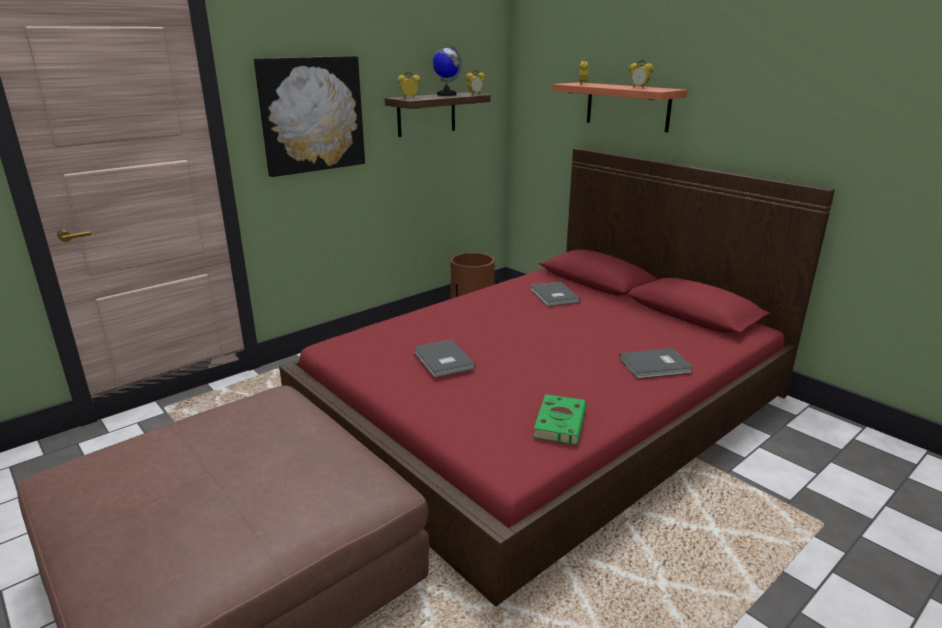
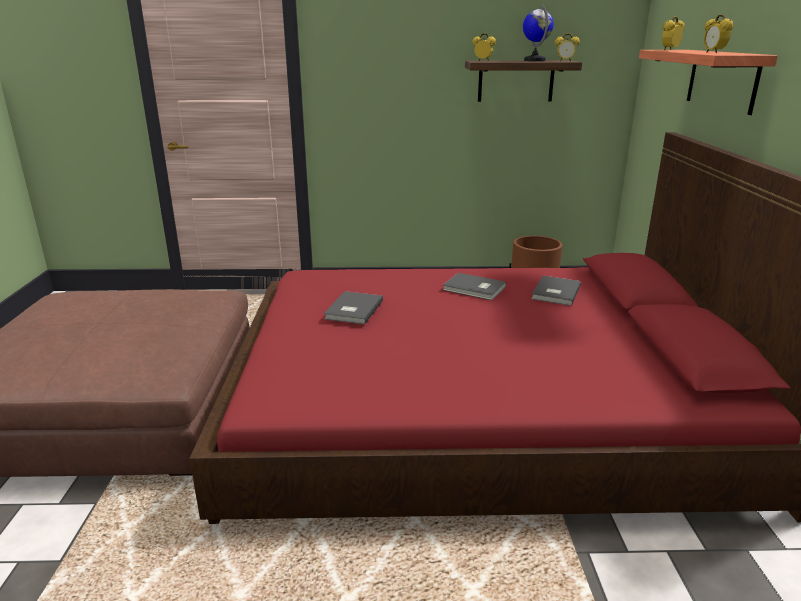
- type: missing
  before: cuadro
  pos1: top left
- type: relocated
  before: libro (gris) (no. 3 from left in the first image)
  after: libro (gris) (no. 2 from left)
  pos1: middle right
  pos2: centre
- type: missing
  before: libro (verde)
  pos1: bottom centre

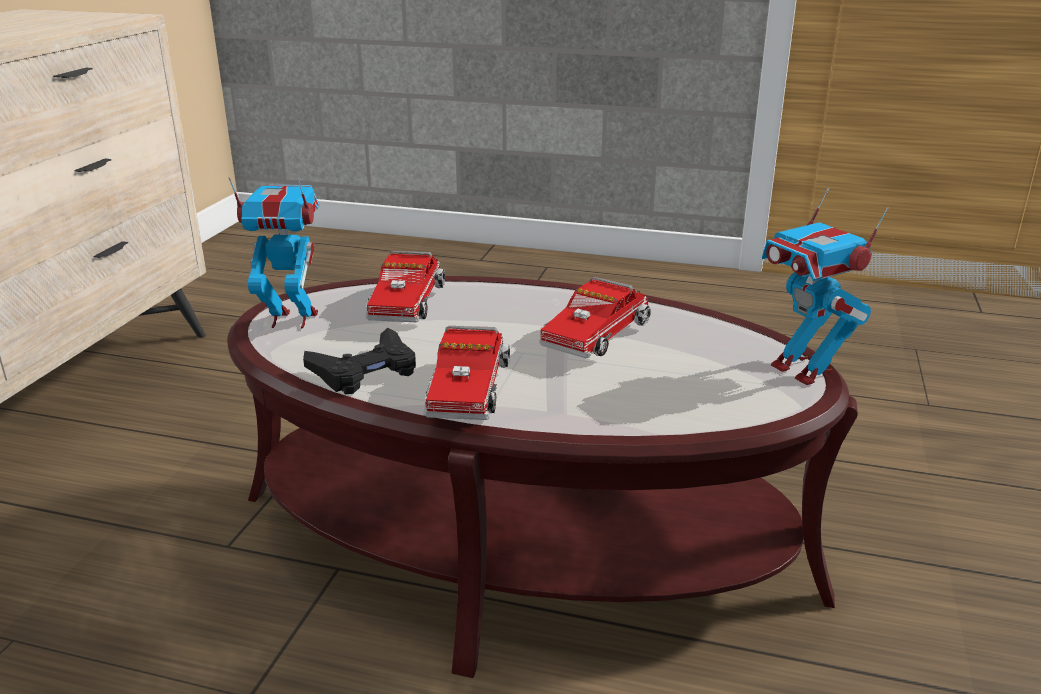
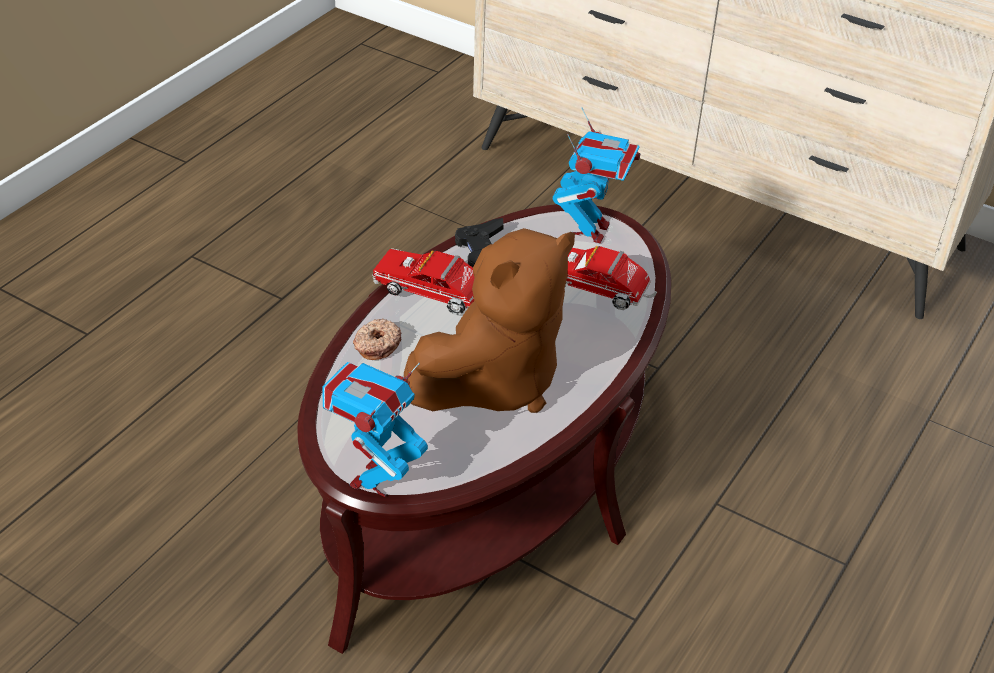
- type: spun
  before: robot de juguete (no. 2 from left in the first image)
  pos1: middle right
  pos2: centre
  turn: -45
- type: exchanged
  before: camión de juguete (no. 3 from left)
  after: peluche (marrón)
  pos1: centre
  pos2: centre
- type: appeared
  after: rosquilla
  pos2: centre

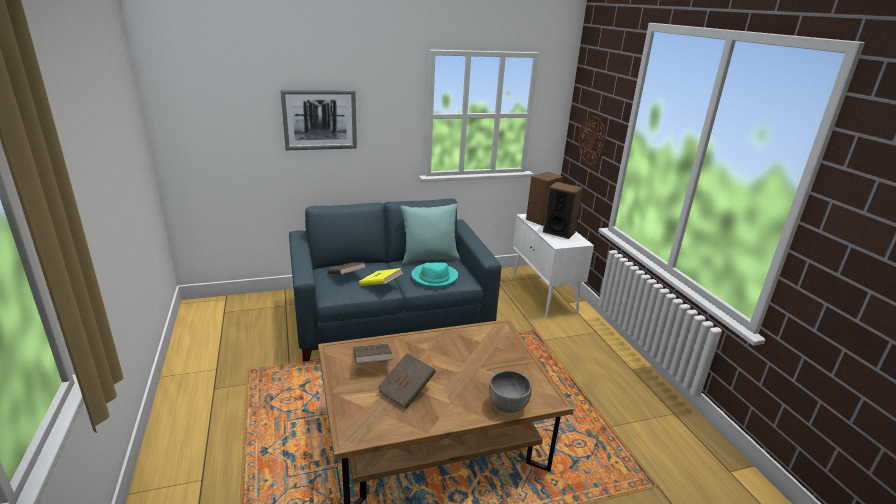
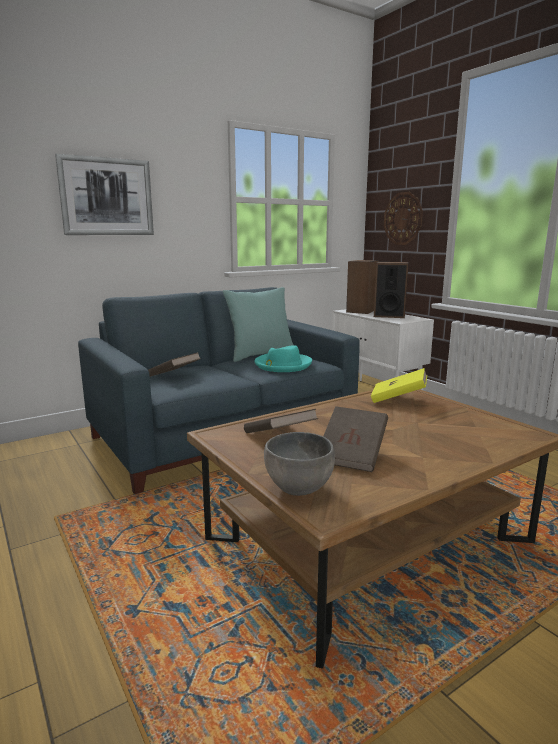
- type: relocated
  before: libro (amarillo)
  pos1: centre
  pos2: middle right
- type: relocated
  before: cuenco (gris)
  pos1: bottom centre
  pos2: centre

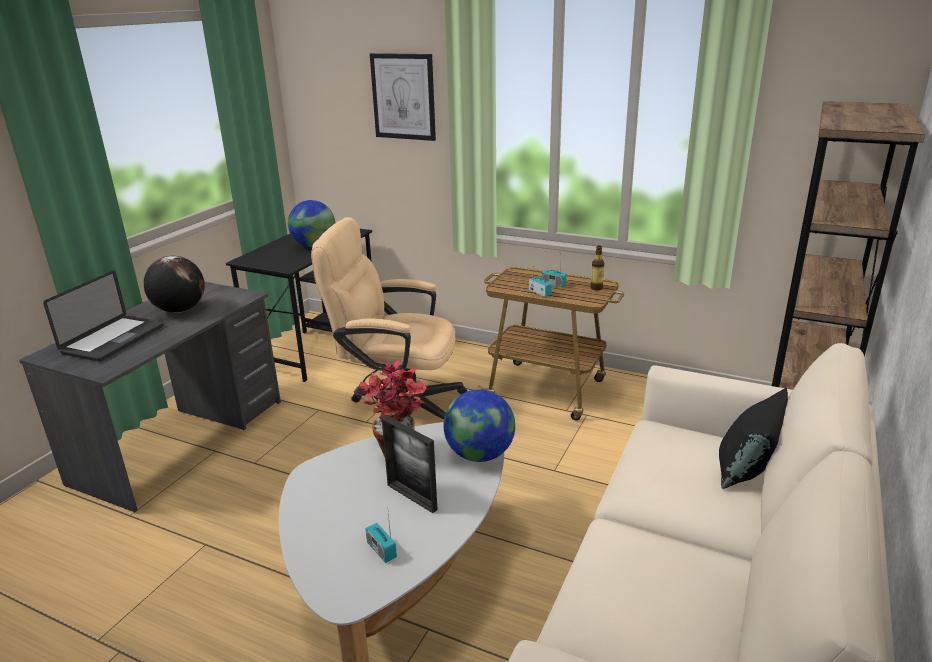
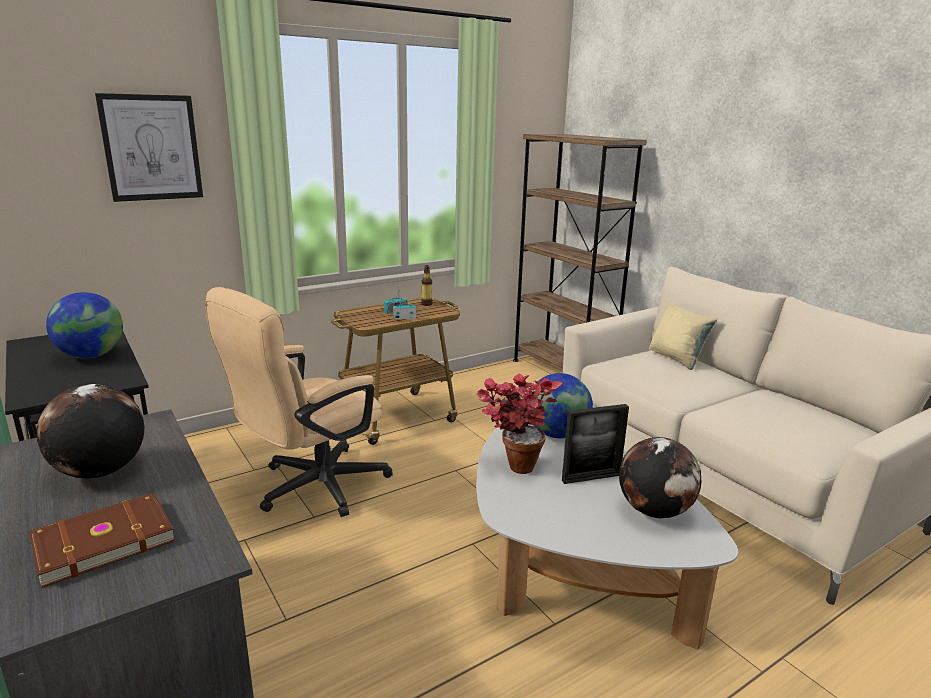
- type: exchanged
  before: portátil
  after: libro (marrón)
  pos1: middle left
  pos2: bottom left
- type: colour
  before: cojín (negro)
  after: cojín (beis)
  pos1: middle right
  pos2: middle right
- type: exchanged
  before: radio (no. 1 from left)
  after: globo terráqueo (no. 4 from left)
  pos1: bottom centre
  pos2: bottom right

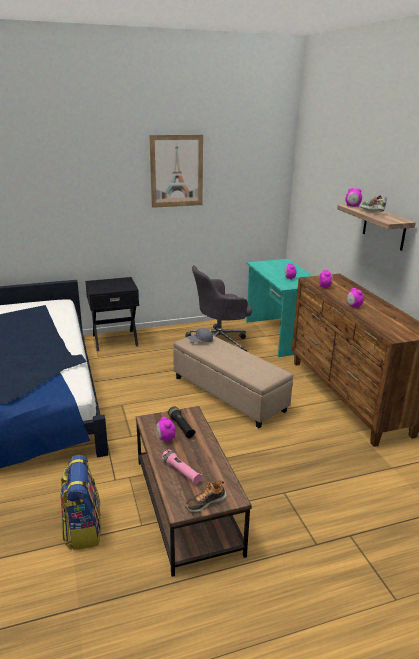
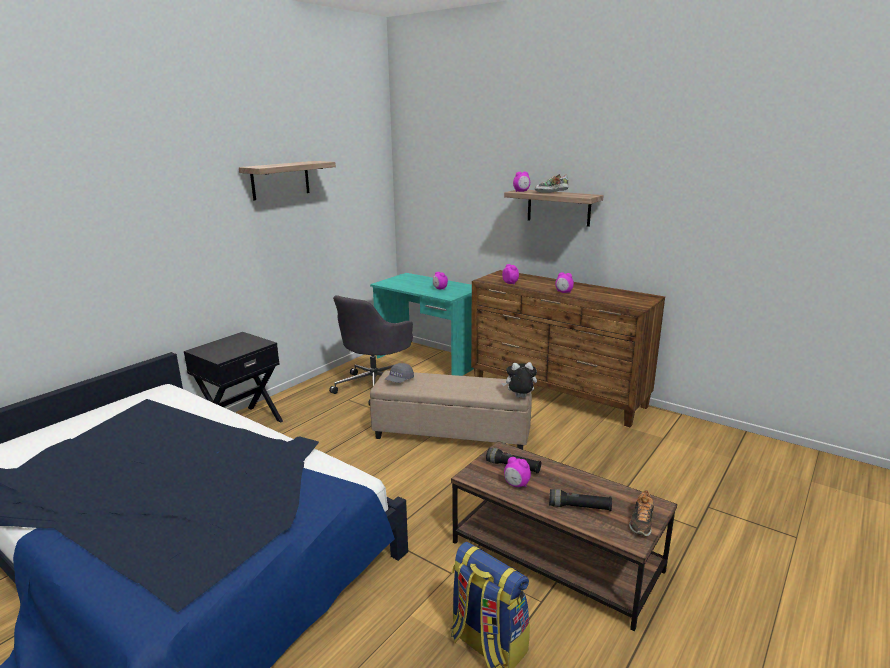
- type: exchanged
  before: cuadro
  after: estante (no. 1 from left)
  pos1: top centre
  pos2: top left
- type: colour
  before: linterna (rosa)
  after: linterna (negro) (no. 2 from left)
  pos1: bottom centre
  pos2: bottom centre
- type: appeared
  after: peluche
  pos2: centre

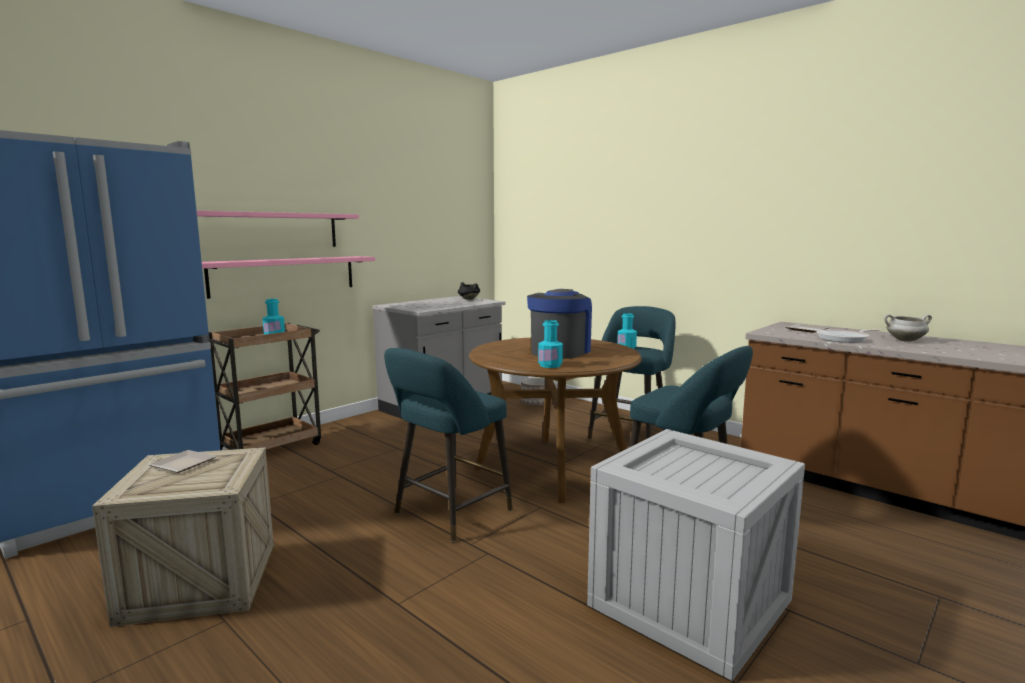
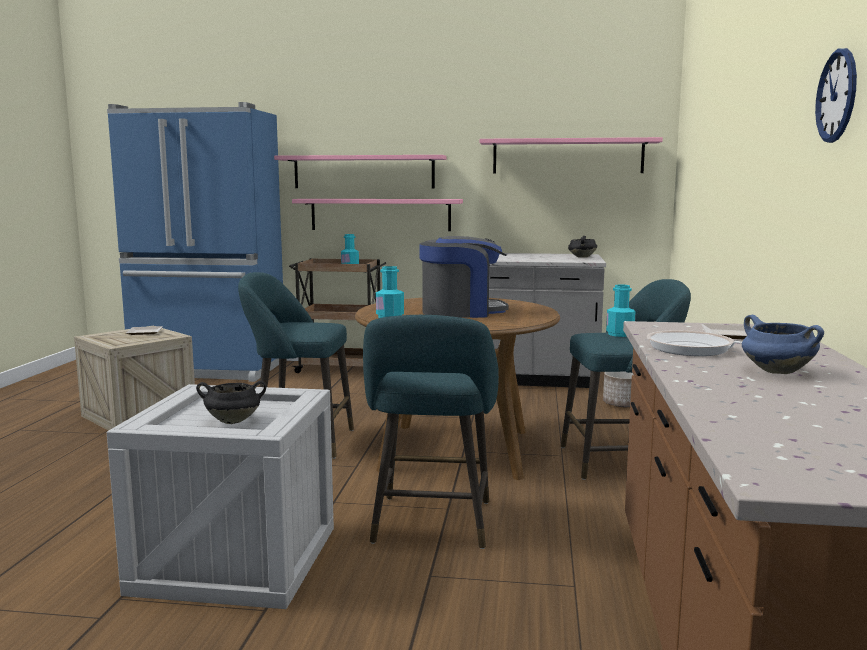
- type: colour
  before: olla (blanco)
  after: olla (azul)
  pos1: middle right
  pos2: middle right
- type: appeared
  after: reloj de pared
  pos2: top right
- type: appeared
  after: estante (rosa) (no. 3 from left)
  pos2: top centre
- type: appeared
  after: olla (negro) (no. 1 from left)
  pos2: middle left

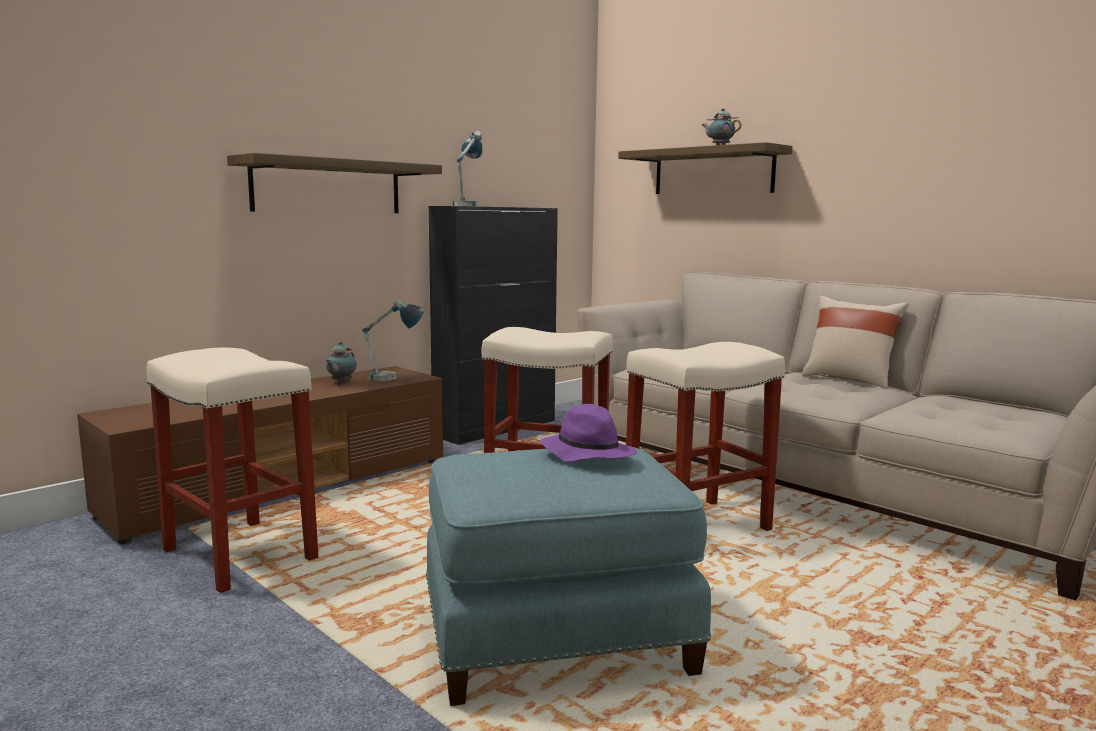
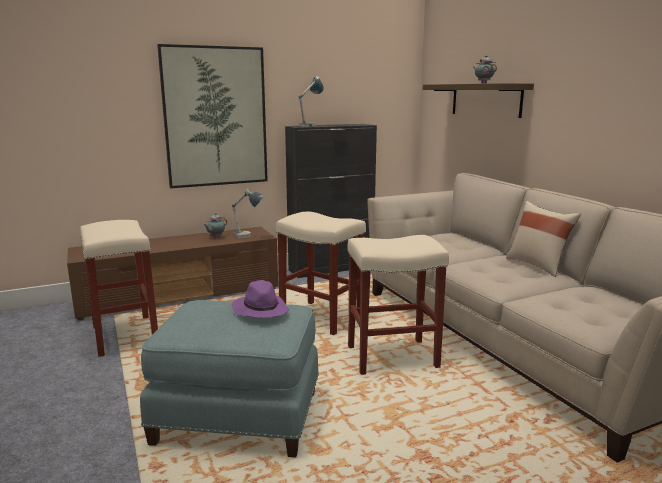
- type: exchanged
  before: estante (no. 1 from left)
  after: cuadro
  pos1: top left
  pos2: top left

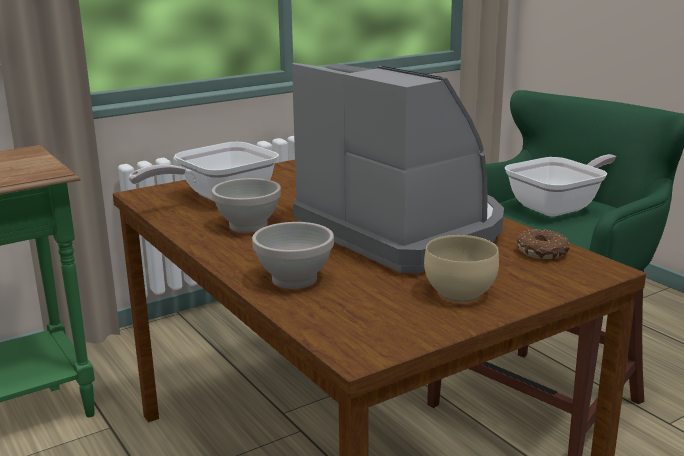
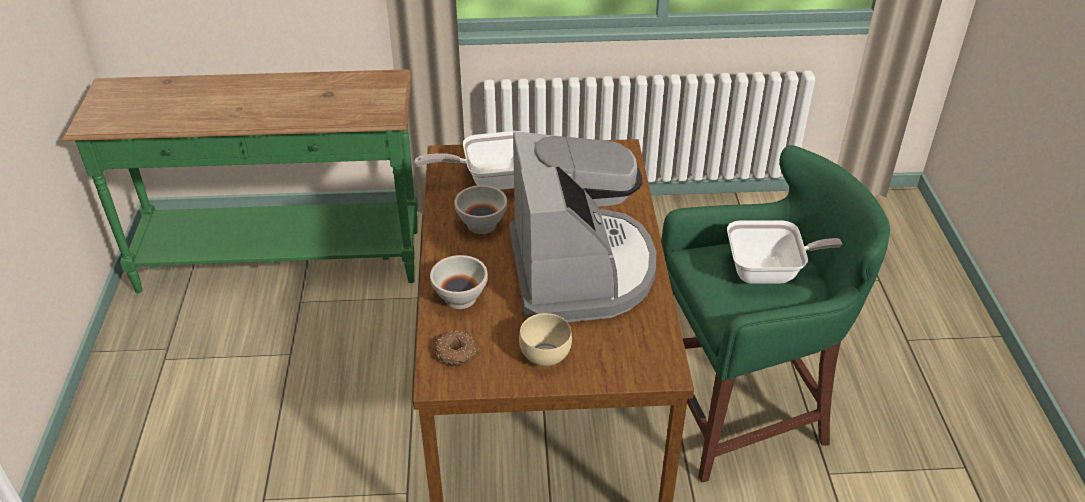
- type: relocated
  before: rosquilla
  pos1: middle right
  pos2: bottom centre

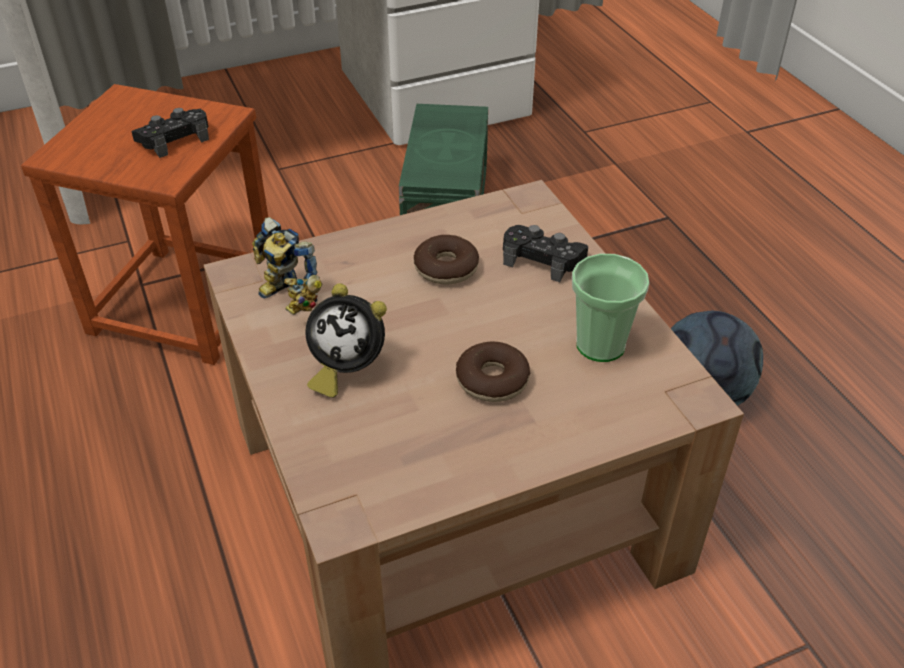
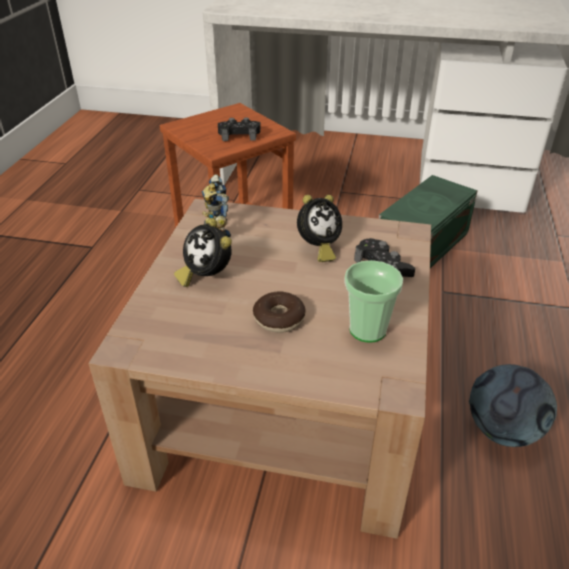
- type: exchanged
  before: rosquilla (no. 1 from left)
  after: despertador (no. 2 from left)
  pos1: centre
  pos2: centre

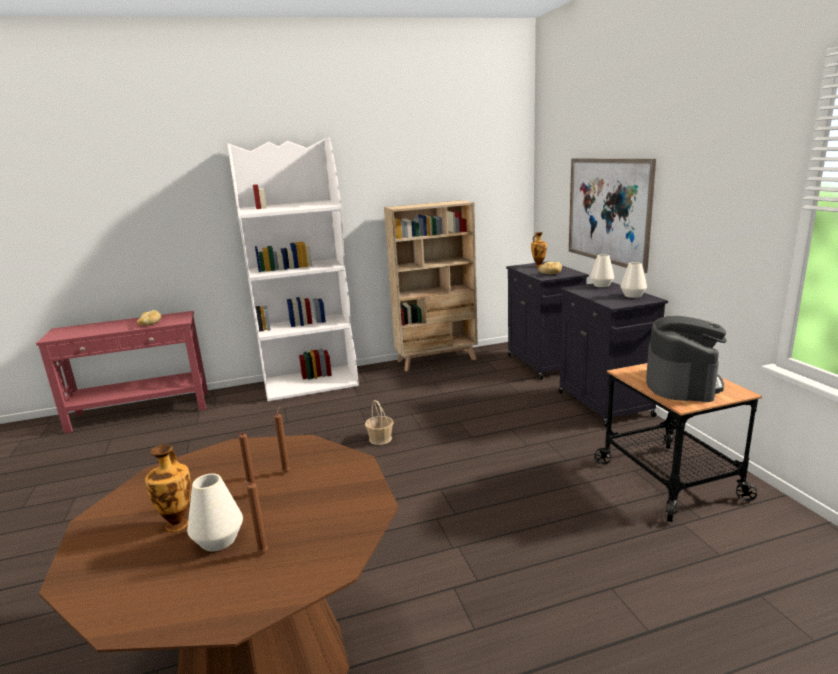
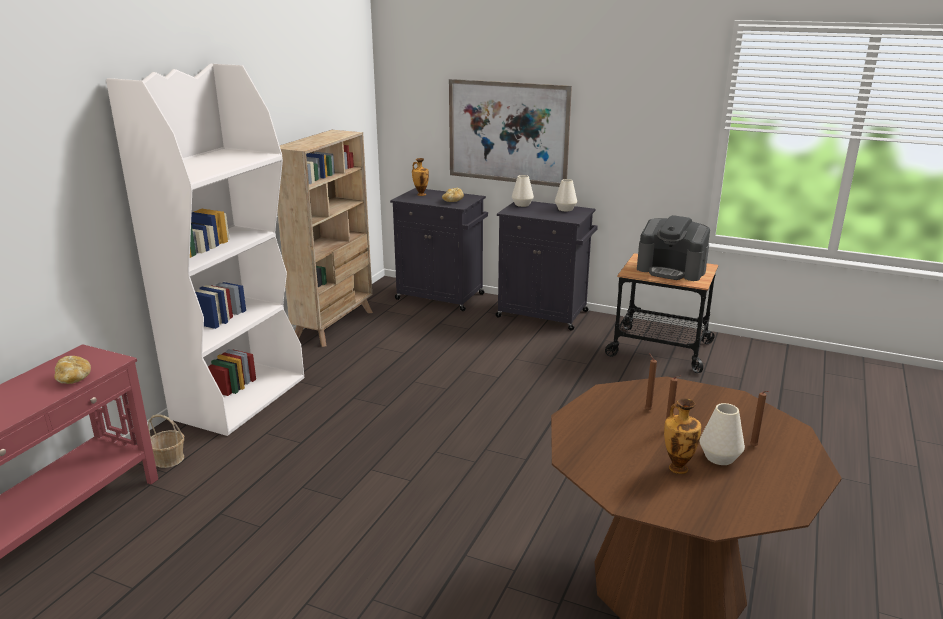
- type: spun
  before: cafetera
  pos1: middle right
  pos2: middle right
  turn: 150
- type: relocated
  before: cesta
  pos1: centre
  pos2: bottom left

